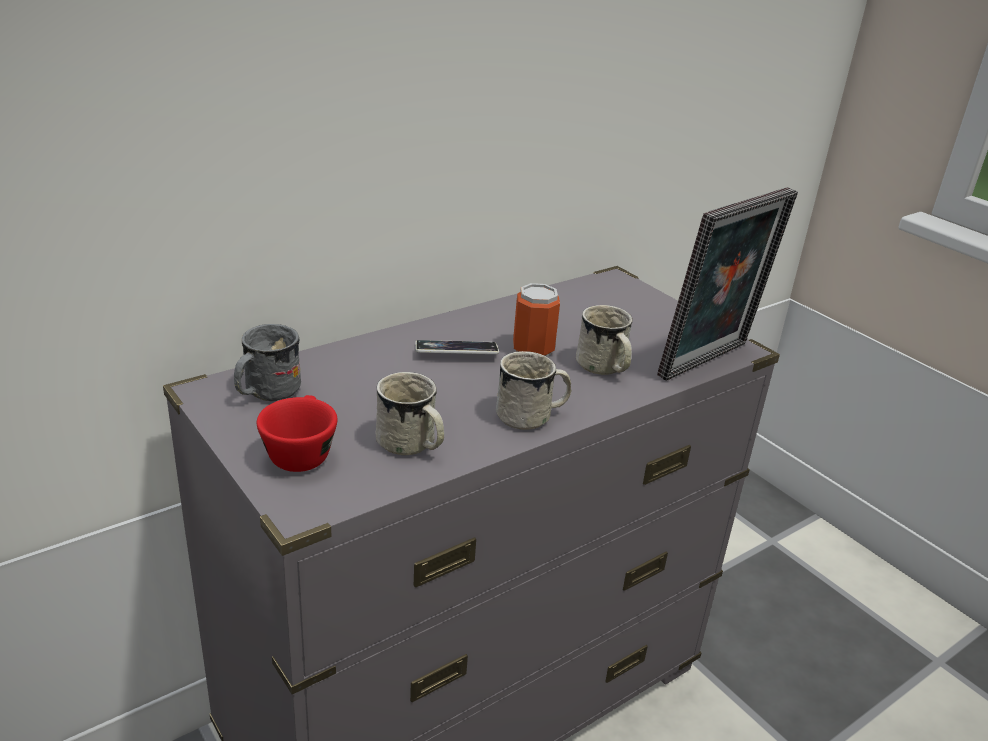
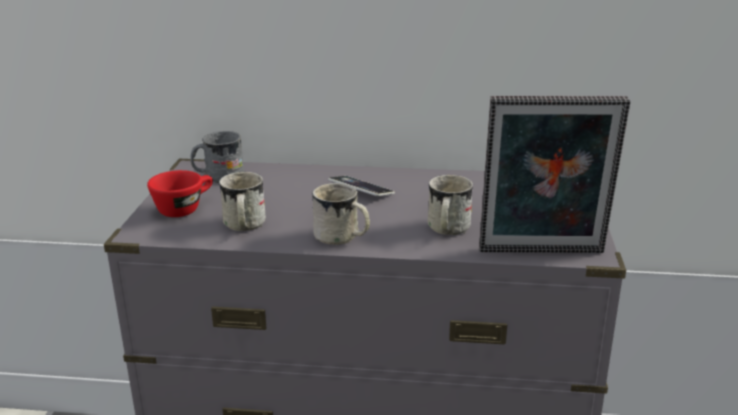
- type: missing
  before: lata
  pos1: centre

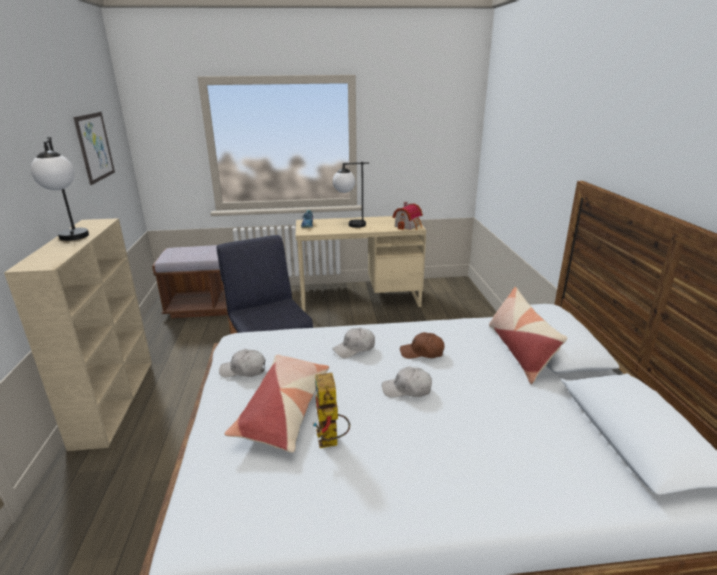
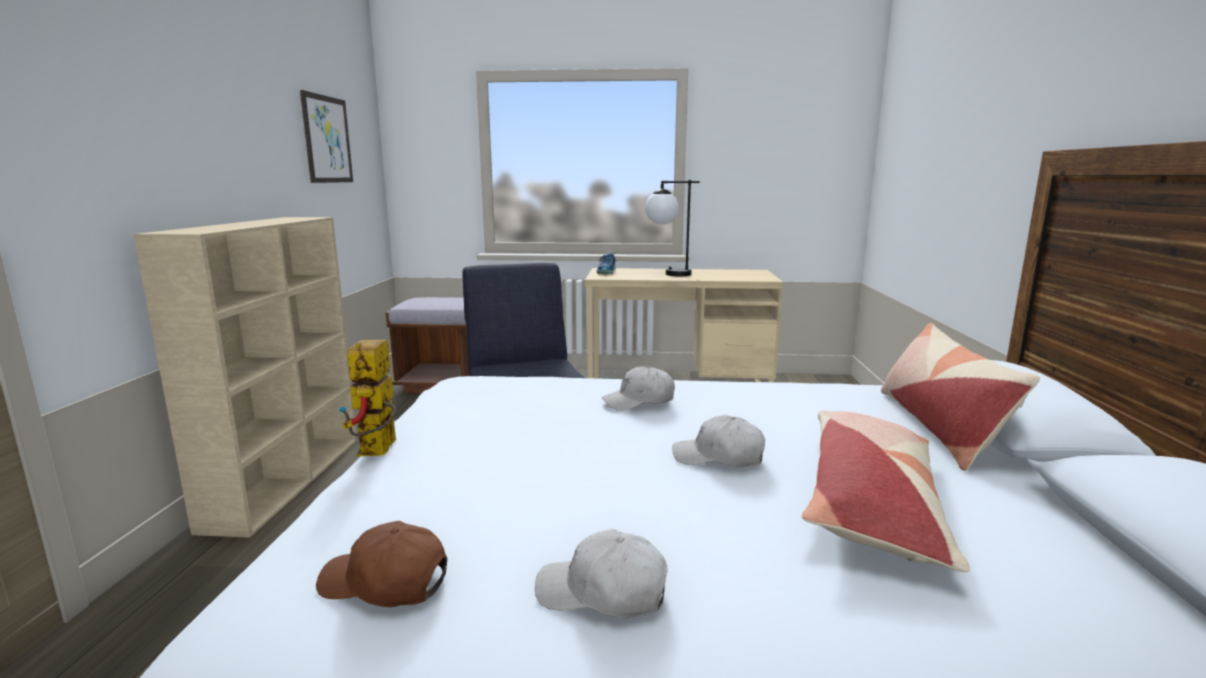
- type: missing
  before: lámpara de mesa (no. 1 from left)
  pos1: top left
- type: missing
  before: casita
  pos1: centre
- type: relocated
  before: gorra (marrón)
  pos1: centre
  pos2: bottom left
- type: relocated
  before: gorra (blanco) (no. 1 from left)
  pos1: centre
  pos2: bottom centre
- type: relocated
  before: cojín (no. 1 from left)
  pos1: bottom centre
  pos2: bottom right
- type: relocated
  before: robot de juguete
  pos1: bottom centre
  pos2: middle left

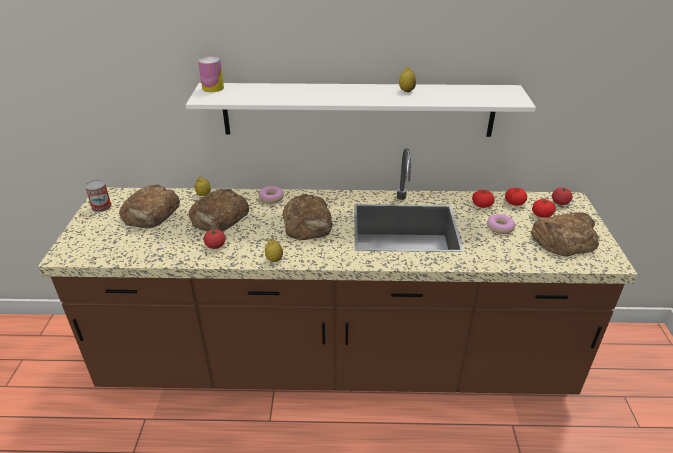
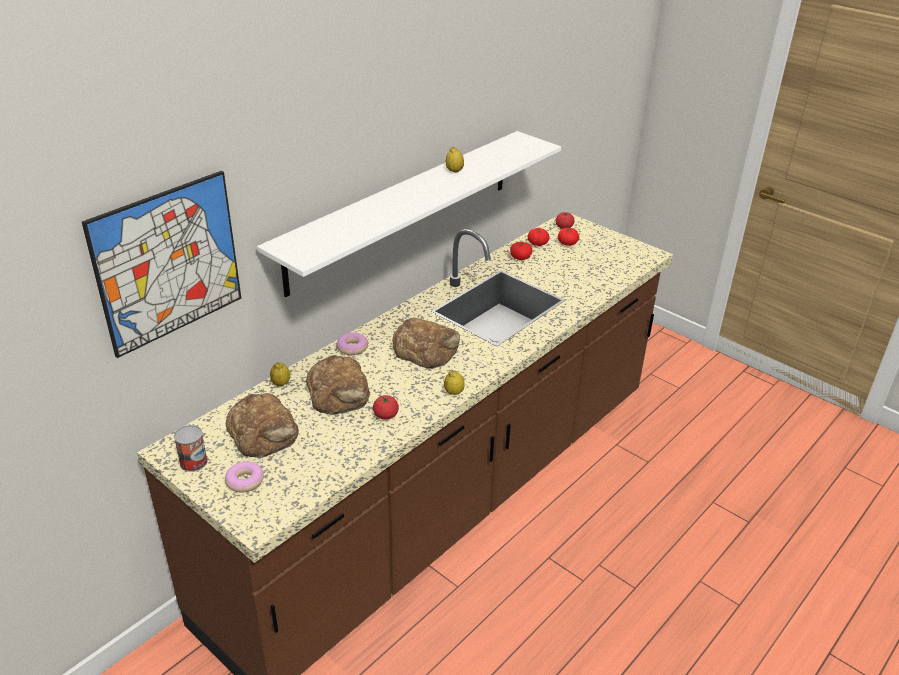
- type: missing
  before: lata (no. 2 from left)
  pos1: top left
- type: missing
  before: pan (no. 4 from left)
  pos1: middle right
- type: relocated
  before: rosquilla (no. 2 from left in the first image)
  after: rosquilla (no. 1 from left)
  pos1: middle right
  pos2: bottom left
- type: appeared
  after: cuadro
  pos2: middle left

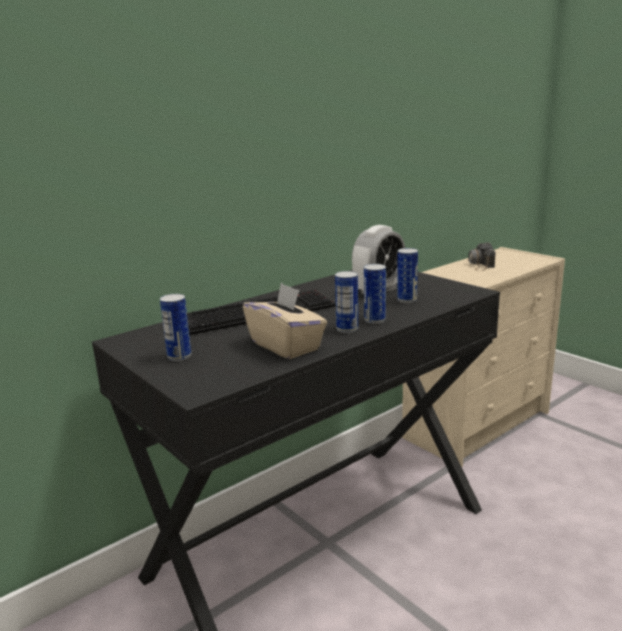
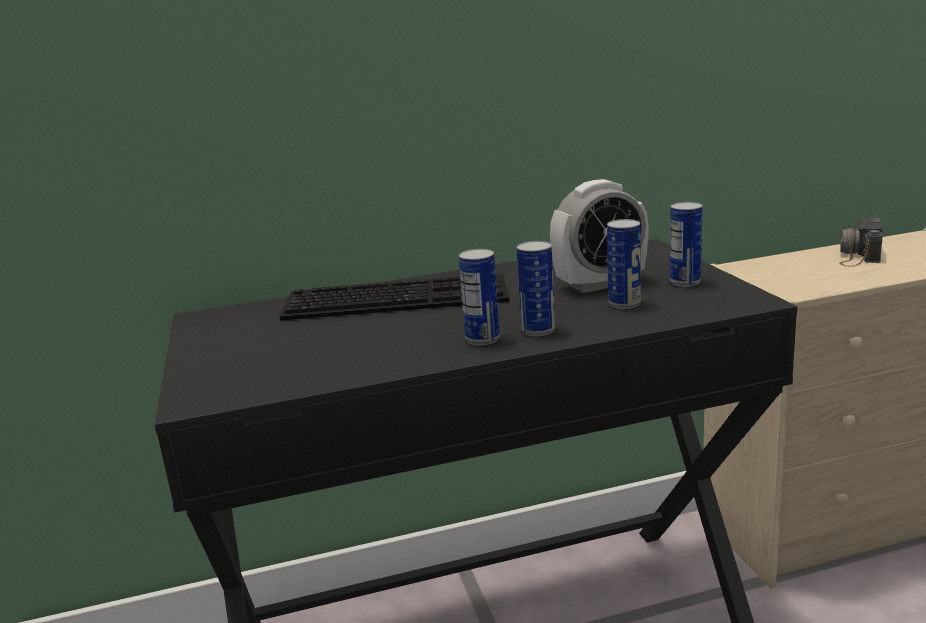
- type: missing
  before: caja de pañuelos (beis)
  pos1: centre
- type: relocated
  before: lata (no. 1 from left in the first image)
  after: lata (no. 4 from left)
  pos1: middle left
  pos2: middle right

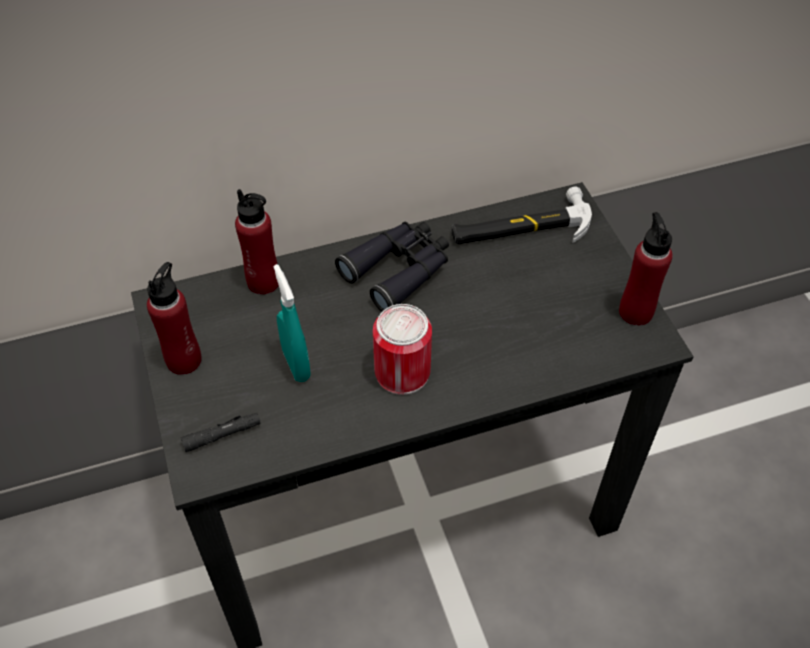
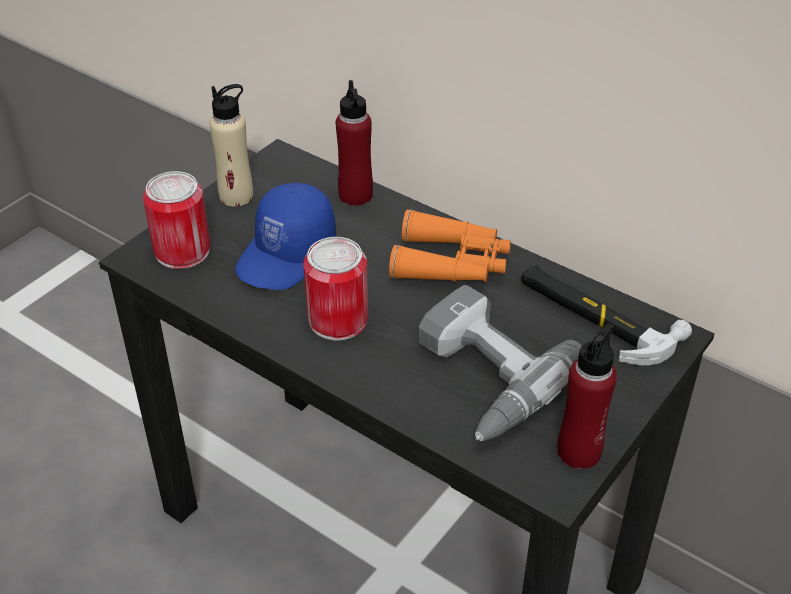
- type: colour
  before: prismáticos (negro)
  after: prismáticos (naranja)
  pos1: centre
  pos2: centre
- type: colour
  before: botella (rojo) (no. 1 from left)
  after: botella (beis)
  pos1: middle left
  pos2: top left
- type: exchanged
  before: pulverizador (turquesa)
  after: gorra (azul)
  pos1: centre
  pos2: centre
- type: exchanged
  before: linterna (negro)
  after: lata (no. 1 from left)
  pos1: bottom left
  pos2: middle left
- type: appeared
  after: taladro
  pos2: centre

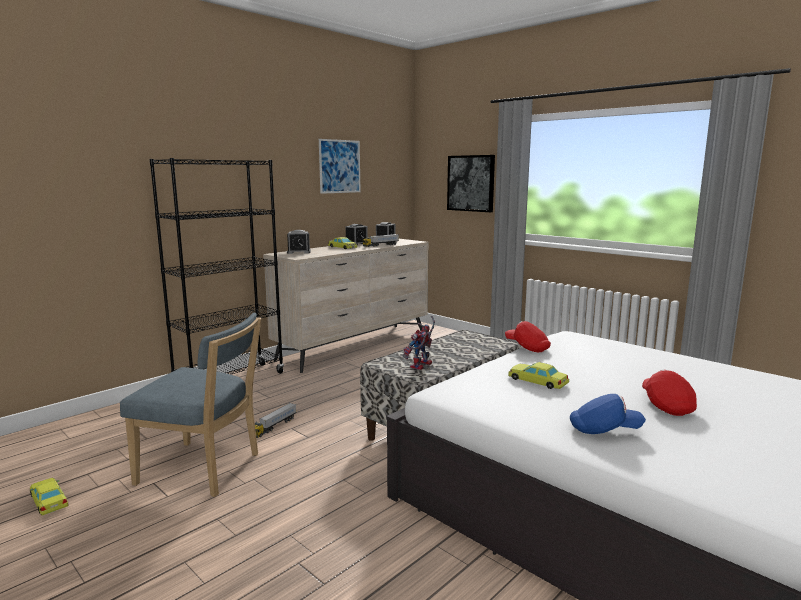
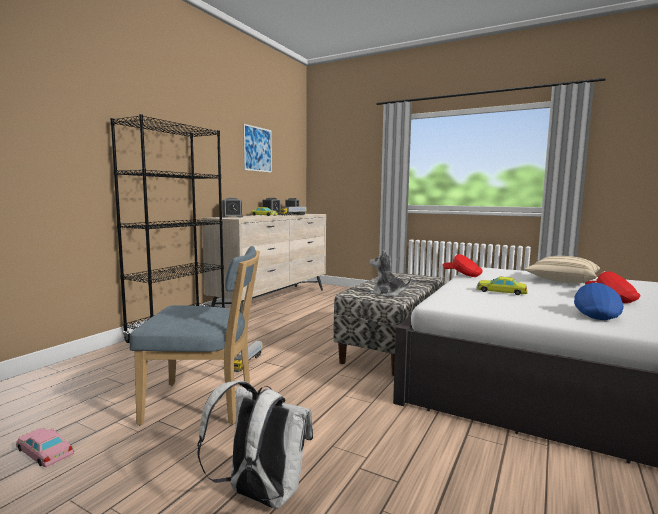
- type: missing
  before: cuadro (no. 2 from left)
  pos1: top centre
- type: exchanged
  before: robot de juguete
  after: peluche
  pos1: centre
  pos2: centre
- type: spun
  before: gorra (azul)
  pos1: bottom right
  pos2: middle right
  turn: -60
- type: colour
  before: coche de juguete (amarillo) (no. 1 from left)
  after: coche de juguete (rosa)
  pos1: bottom left
  pos2: bottom left
- type: appeared
  after: cojín (beis)
  pos2: middle right
- type: appeared
  after: mochila (blanco)
  pos2: bottom centre

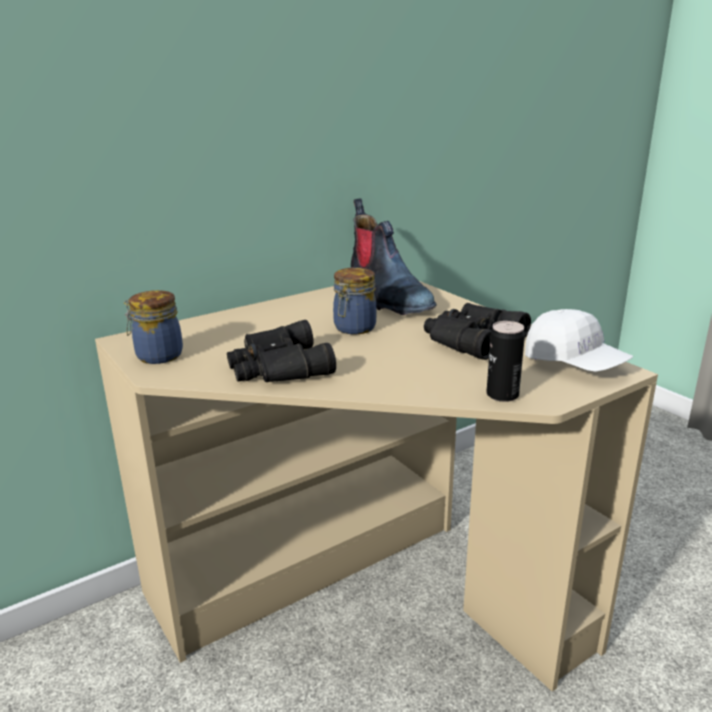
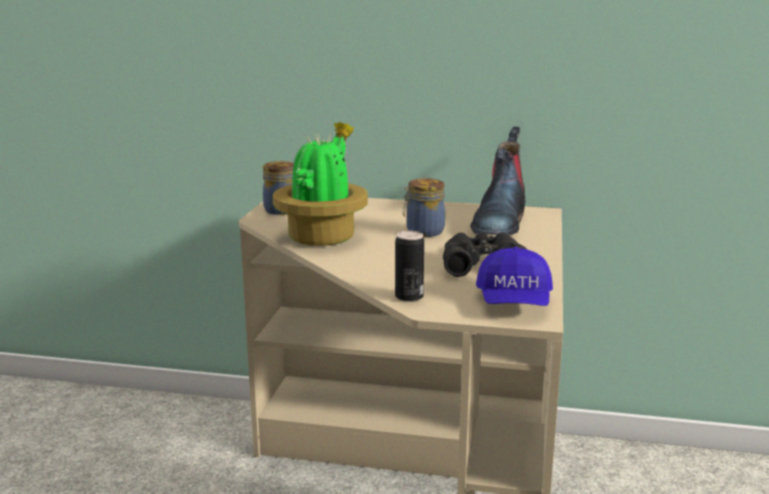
- type: colour
  before: gorra (blanco)
  after: gorra (azul)
  pos1: middle right
  pos2: middle right
- type: exchanged
  before: prismáticos (negro) (no. 1 from left)
  after: planta en maceta
  pos1: centre
  pos2: centre

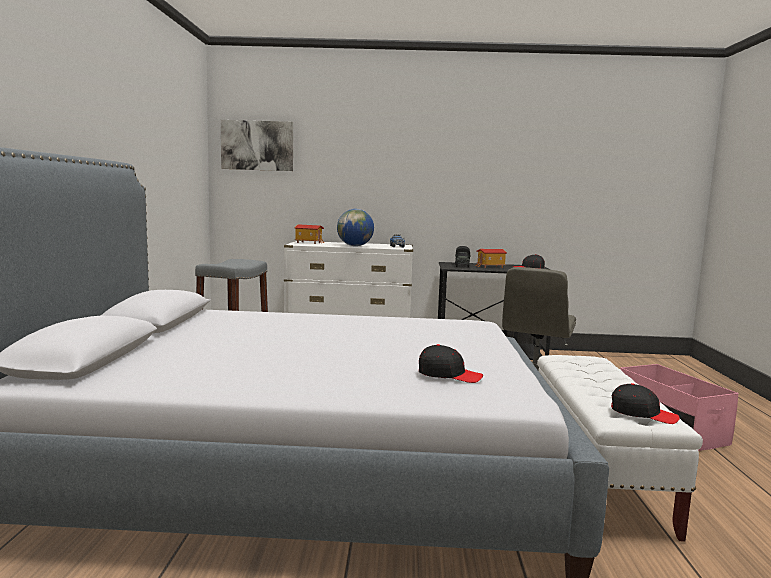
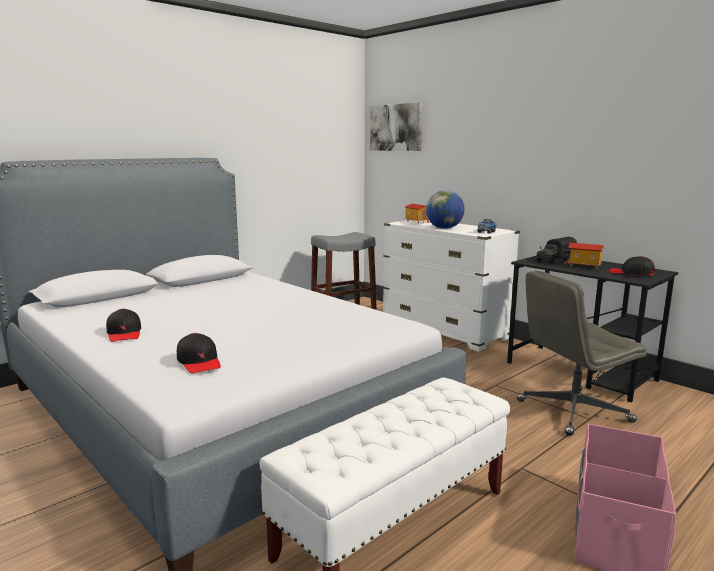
- type: relocated
  before: gorra (negro) (no. 3 from left in the first image)
  after: gorra (negro) (no. 1 from left)
  pos1: bottom right
  pos2: middle left

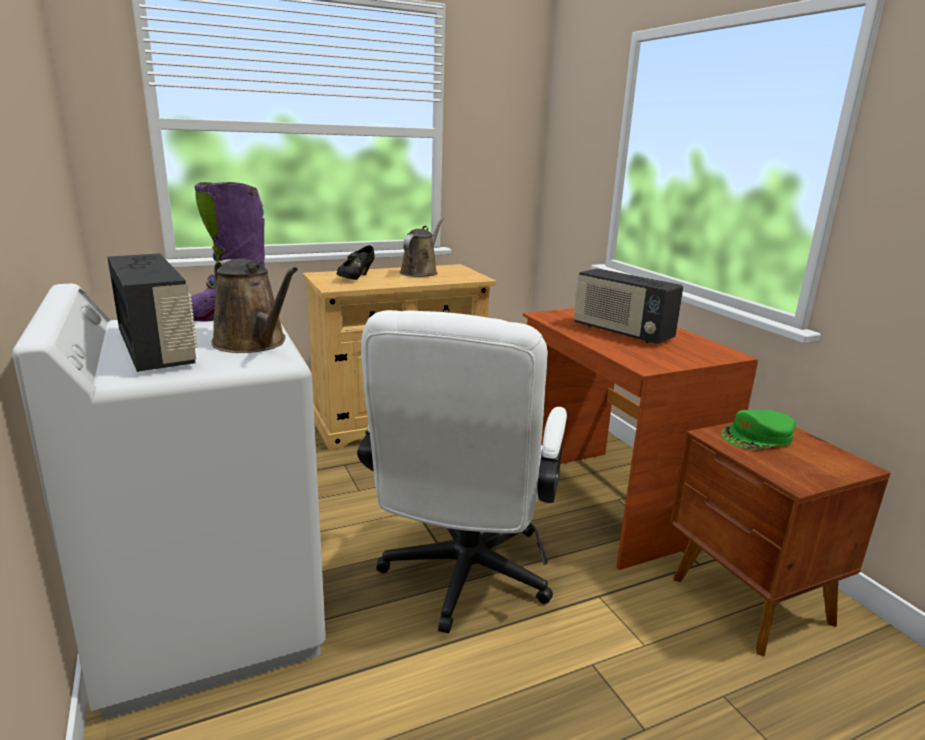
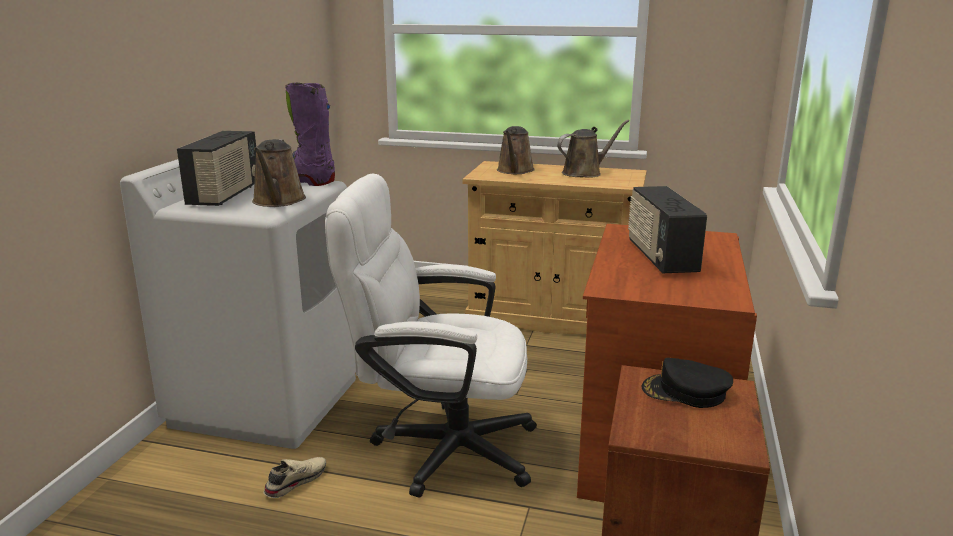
- type: exchanged
  before: zapato (negro)
  after: regadera (marrón) (no. 2 from left)
  pos1: centre
  pos2: top centre
- type: spun
  before: silla de oficina (blanco)
  pos1: centre
  pos2: centre
  turn: 45
- type: colour
  before: gorra (verde)
  after: gorra (negro)
  pos1: middle right
  pos2: bottom right
- type: appeared
  after: zapato (beis)
  pos2: bottom left

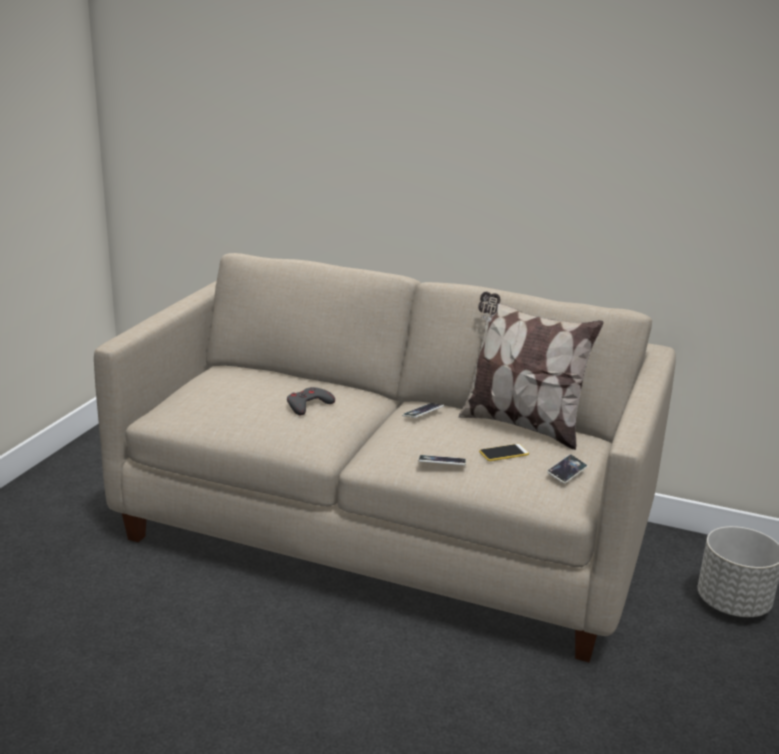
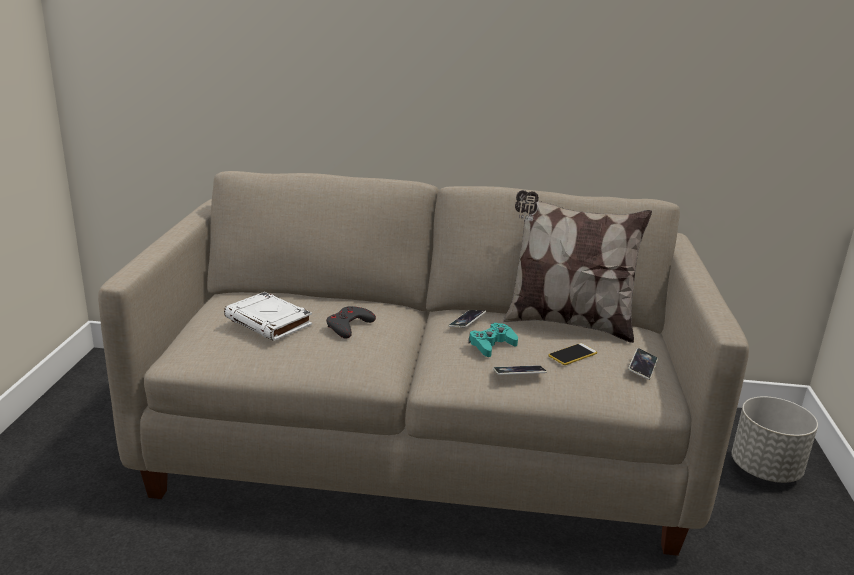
- type: appeared
  after: libro (blanco)
  pos2: middle left
- type: appeared
  after: mando de consola (turquesa)
  pos2: centre

